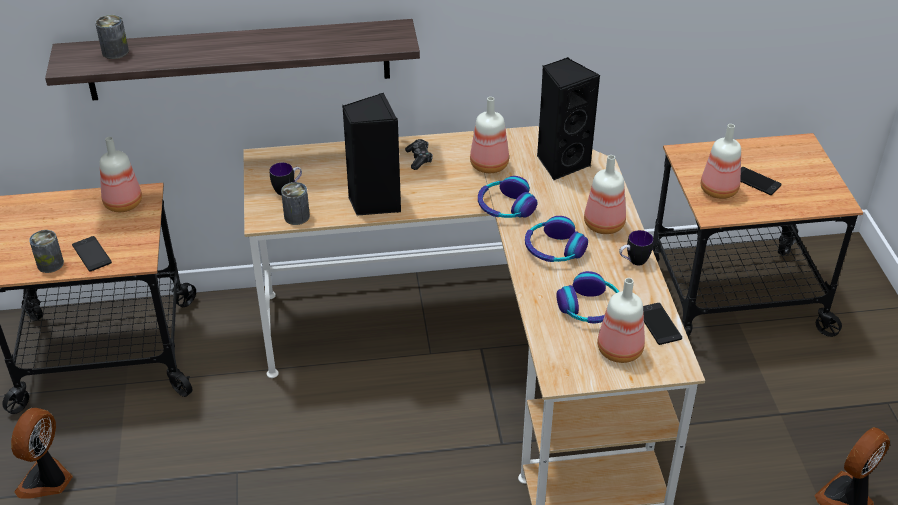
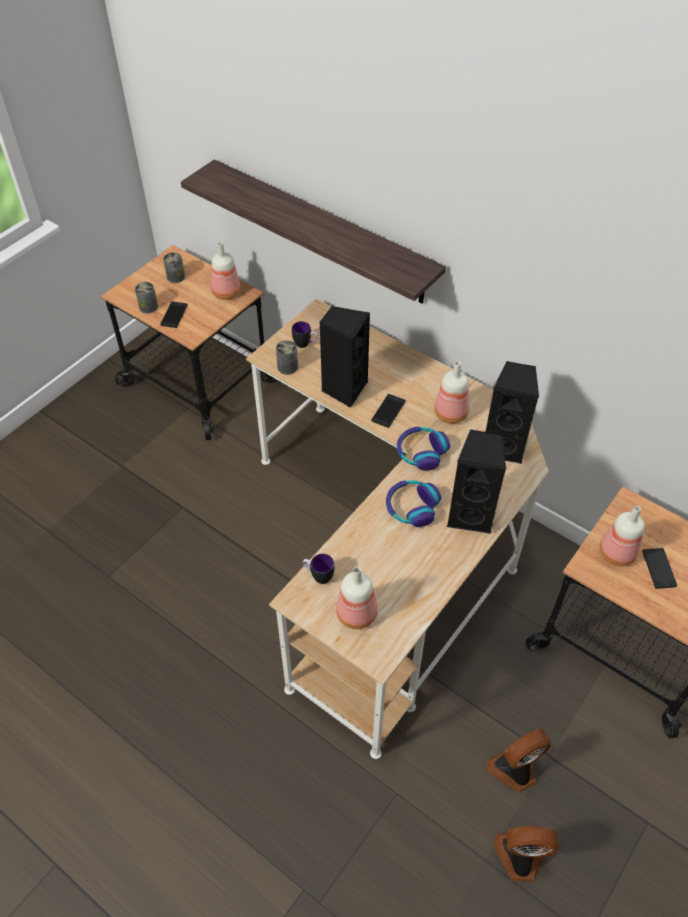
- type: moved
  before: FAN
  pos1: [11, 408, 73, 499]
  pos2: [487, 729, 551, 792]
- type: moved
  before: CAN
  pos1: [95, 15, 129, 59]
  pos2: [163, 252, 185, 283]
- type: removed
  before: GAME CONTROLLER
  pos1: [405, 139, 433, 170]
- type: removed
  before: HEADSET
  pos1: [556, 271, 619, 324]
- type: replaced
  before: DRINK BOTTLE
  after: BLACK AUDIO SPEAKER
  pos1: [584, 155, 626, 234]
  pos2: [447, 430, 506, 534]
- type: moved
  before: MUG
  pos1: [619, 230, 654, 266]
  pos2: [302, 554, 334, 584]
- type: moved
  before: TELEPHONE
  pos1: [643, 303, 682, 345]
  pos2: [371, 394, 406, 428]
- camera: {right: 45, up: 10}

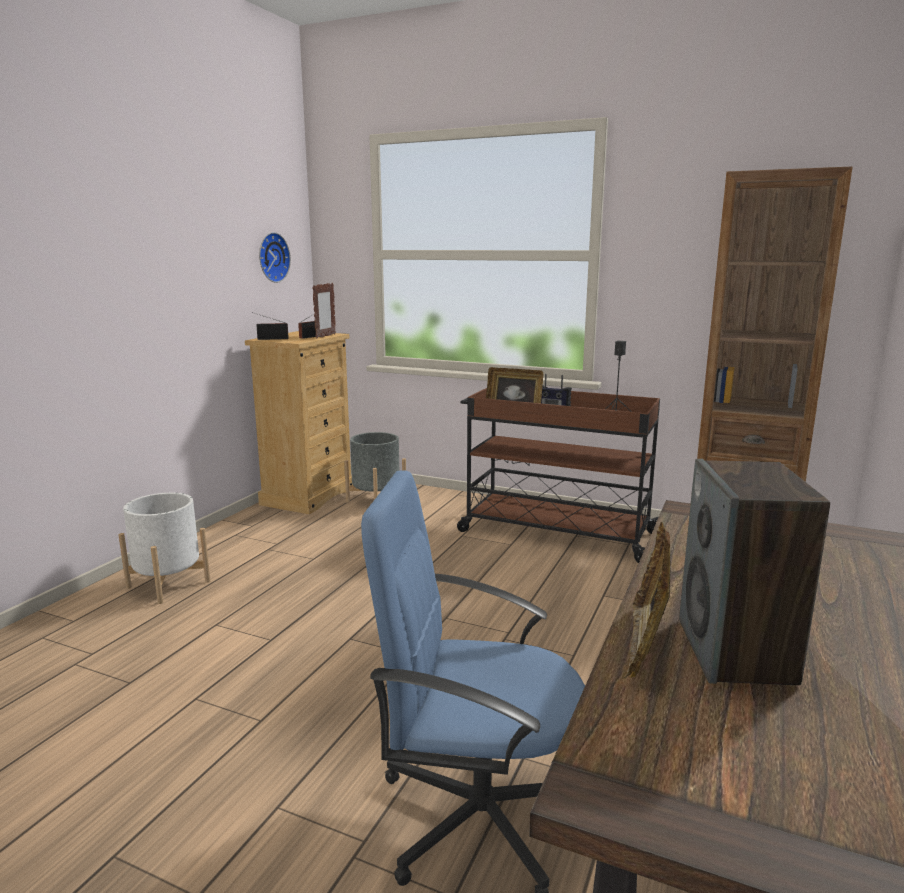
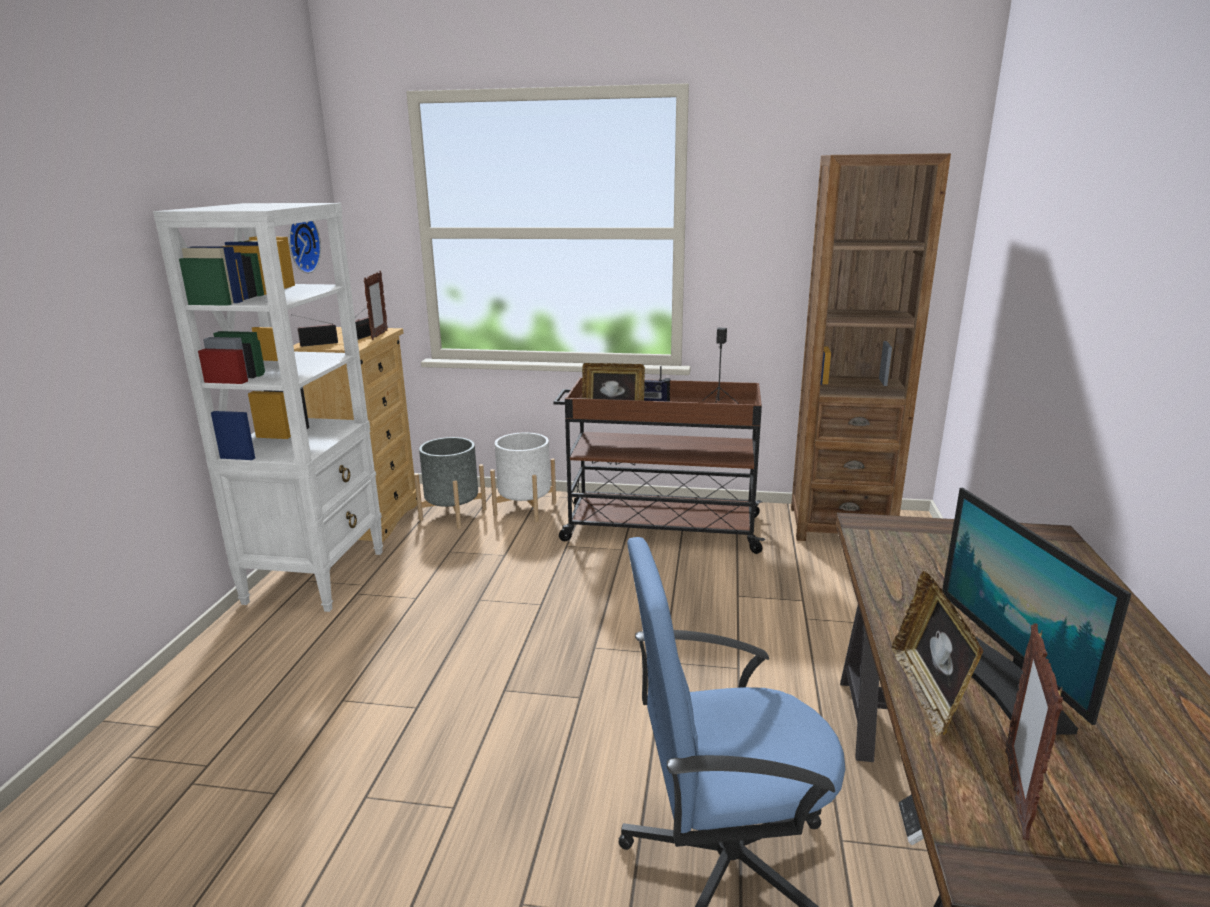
- type: moved
  before: WHITE-COLOURED PLANTER
  pos1: [118, 493, 211, 604]
  pos2: [490, 432, 556, 522]
- type: replaced
  before: AUDIO SPEAKER
  after: COMPUTER DISPLAY
  pos1: [679, 459, 830, 685]
  pos2: [942, 488, 1131, 735]
- type: added
  after: WHITE-COLOURED BOOKCASE
  pos2: [153, 203, 383, 612]
- type: added
  after: PHOTO FRAME
  pos2: [1005, 623, 1063, 840]
- camera: {right: -15, up: 5}

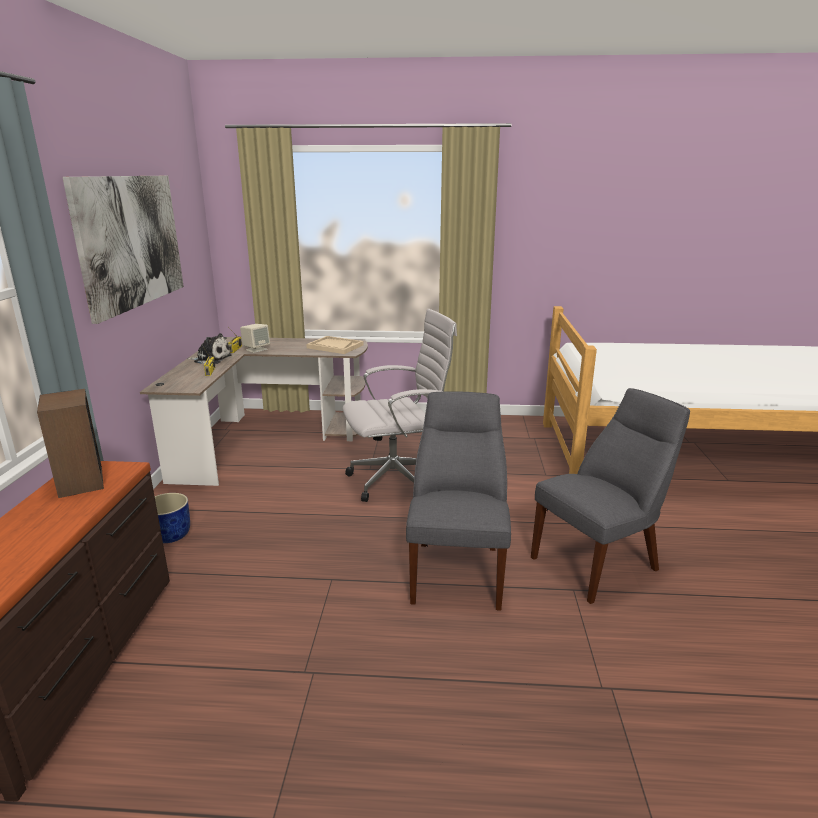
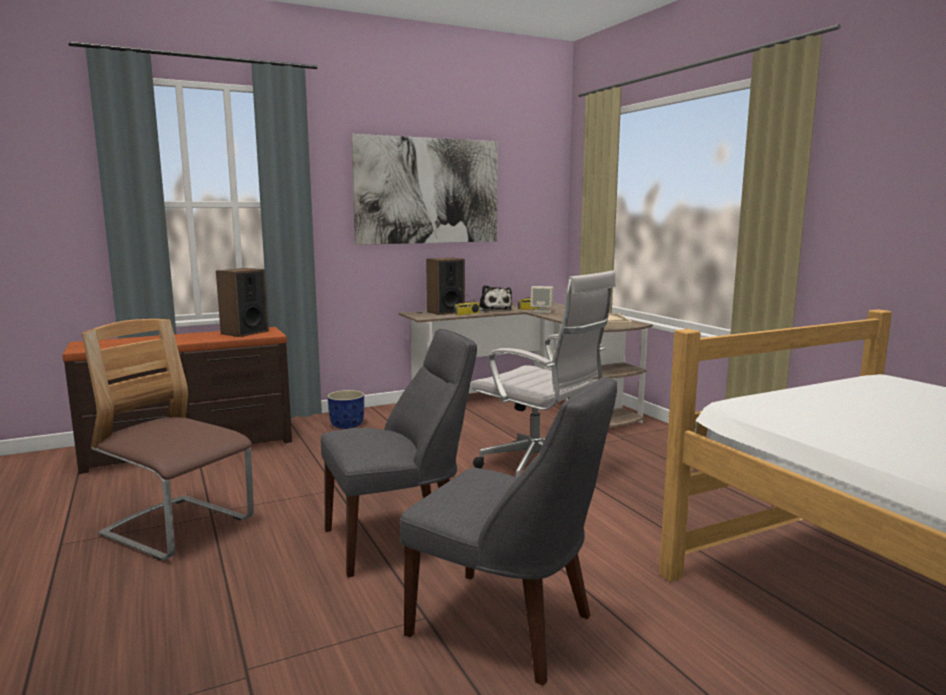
- type: added
  after: UPRIGHT CHAIR
  pos2: [82, 319, 254, 560]
- type: added
  after: AUDIO SPEAKER
  pos2: [426, 258, 465, 315]
- camera: {right: 60, up: -10}

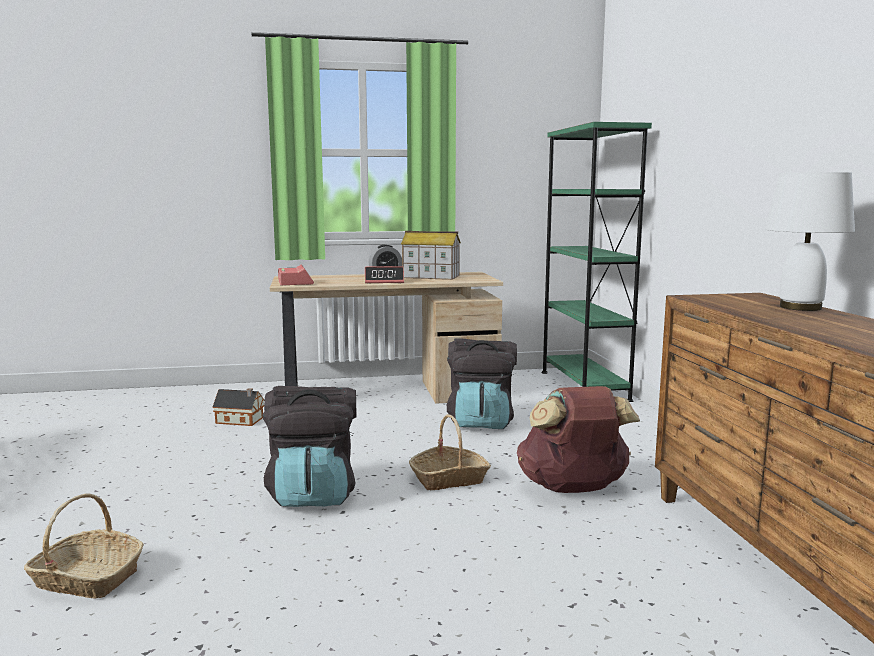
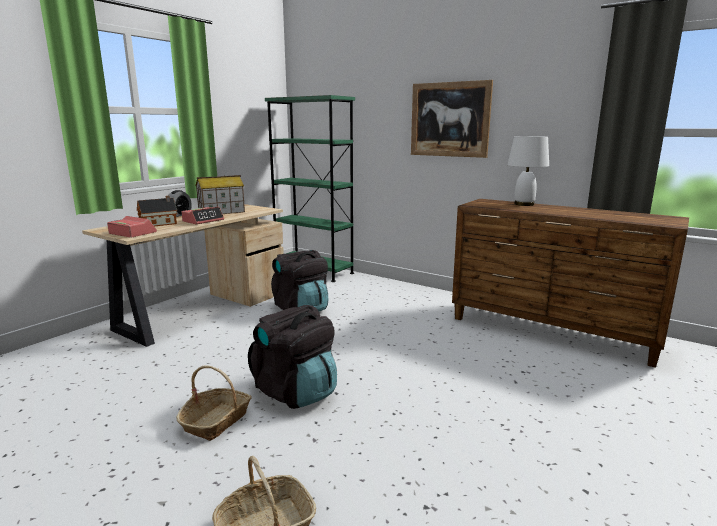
- type: moved
  before: MINIATURE HOUSE
  pos1: [212, 388, 264, 426]
  pos2: [137, 196, 177, 227]
- type: moved
  before: BASKET
  pos1: [409, 414, 491, 490]
  pos2: [176, 365, 252, 441]
- type: removed
  before: BROWN-COLOURED BACKPACK
  pos1: [517, 386, 640, 493]
- type: added
  after: WALL PICTURE
  pos2: [411, 80, 493, 158]
- camera: {right: -45, up: 5}

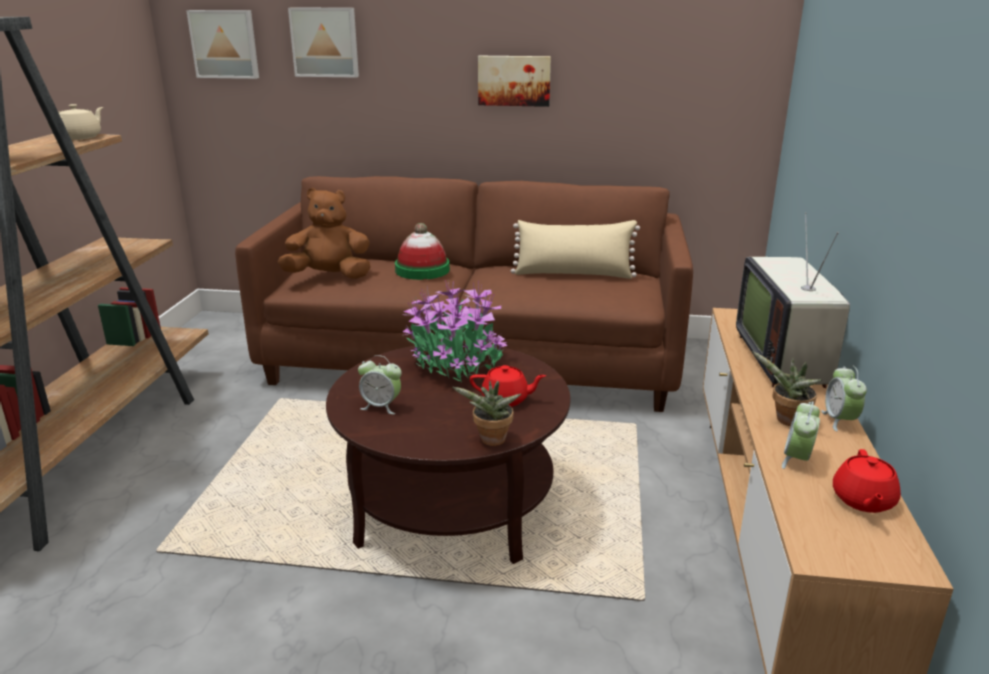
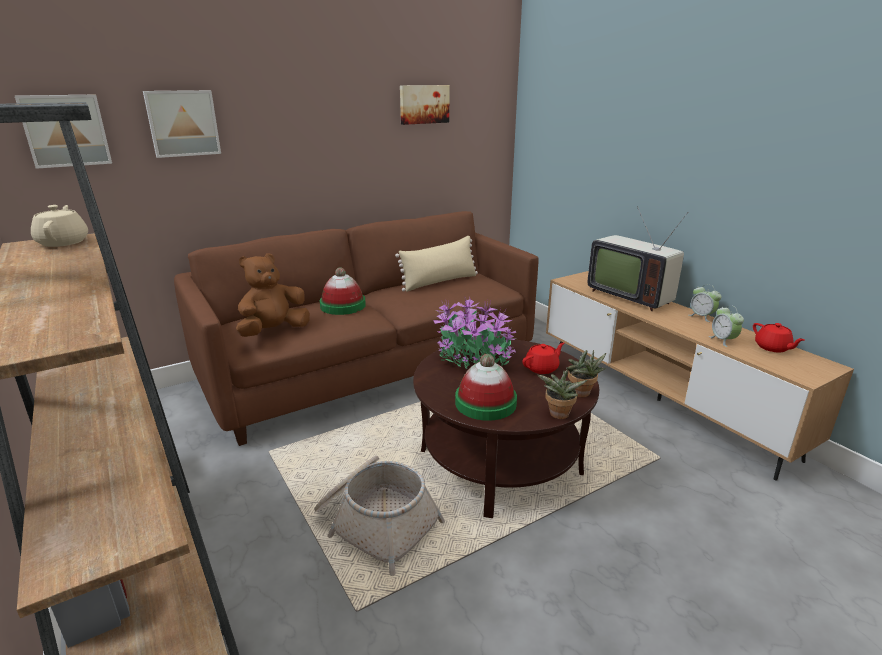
- type: replaced
  before: ALARM CLOCK
  after: HAT
  pos1: [358, 355, 402, 414]
  pos2: [455, 354, 517, 421]
- type: moved
  before: WALL PICTURE
  pos1: [478, 56, 551, 107]
  pos2: [400, 85, 449, 125]
- type: moved
  before: POTTED PLANT
  pos1: [752, 351, 822, 426]
  pos2: [537, 370, 587, 419]
- type: added
  after: BASKET
  pos2: [314, 456, 445, 576]
- camera: {right: -40, up: 0}

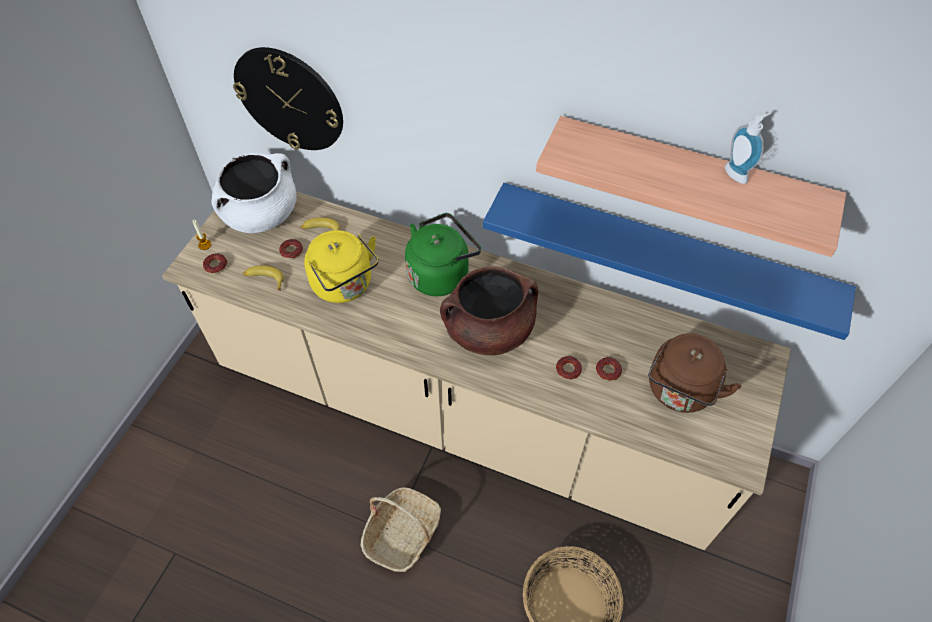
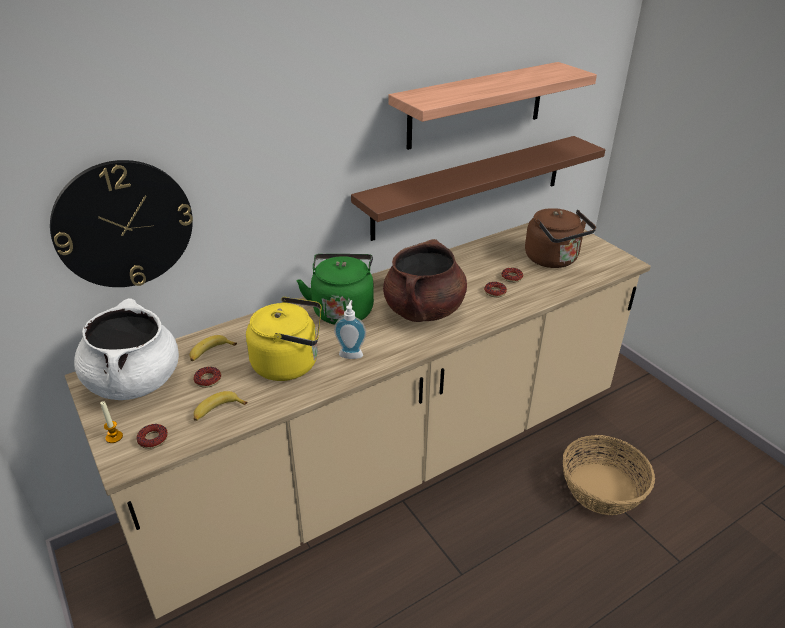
- type: removed
  before: BASKET
  pos1: [361, 487, 441, 572]
- type: recoloured
  before: BLUE-COLOURED WALL SHELF
  after: BROWN-COLOURED WALL SHELF
  pos1: [483, 183, 856, 340]
  pos2: [351, 136, 605, 241]
- type: moved
  before: SOAP DISPENSER
  pos1: [725, 113, 772, 184]
  pos2: [334, 300, 366, 359]
- camera: {right: -55, up: -20}

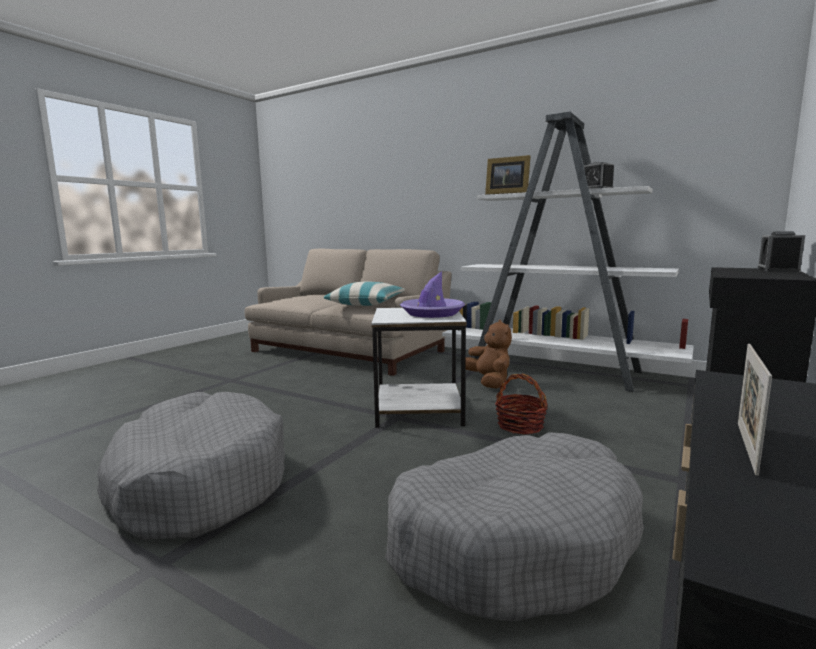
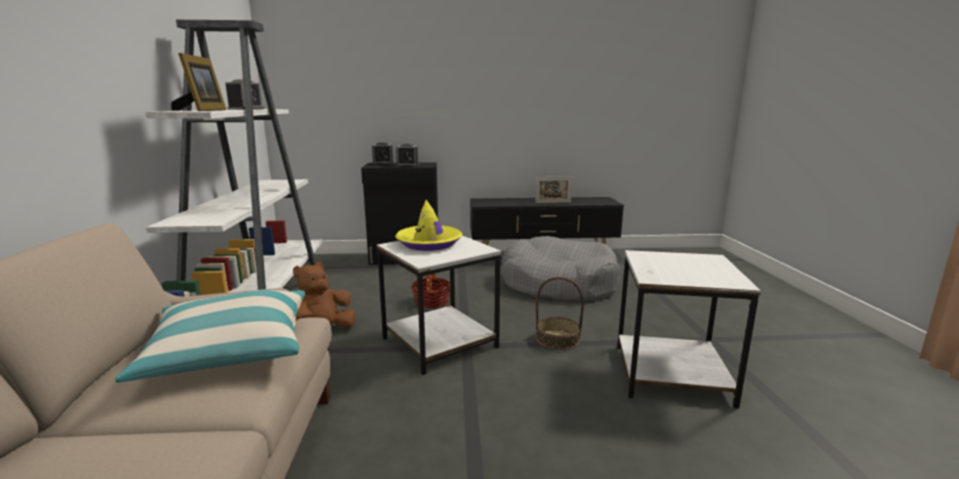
- type: replaced
  before: GRAY DOG CUSHION
  after: WHITE-COLOURED SIDE TABLE
  pos1: [97, 392, 285, 540]
  pos2: [617, 250, 761, 409]
- type: recoloured
  before: PURPLE-COLOURED HAT
  after: YELLOW HAT
  pos1: [400, 271, 465, 318]
  pos2: [395, 200, 462, 251]
- type: added
  after: ALARM CLOCK
  pos2: [396, 144, 419, 167]
- type: added
  after: BASKET
  pos2: [536, 277, 584, 350]
- camera: {right: -125, up: 5}

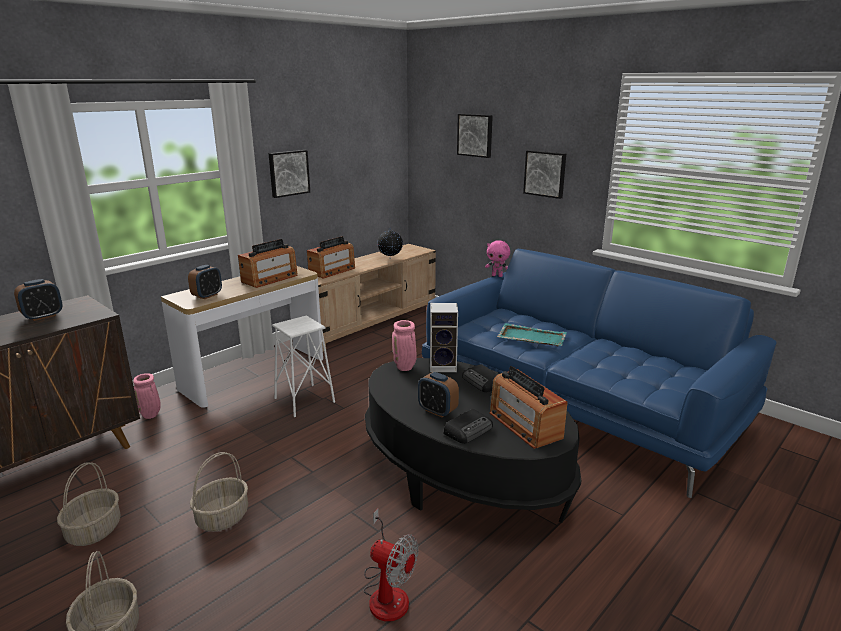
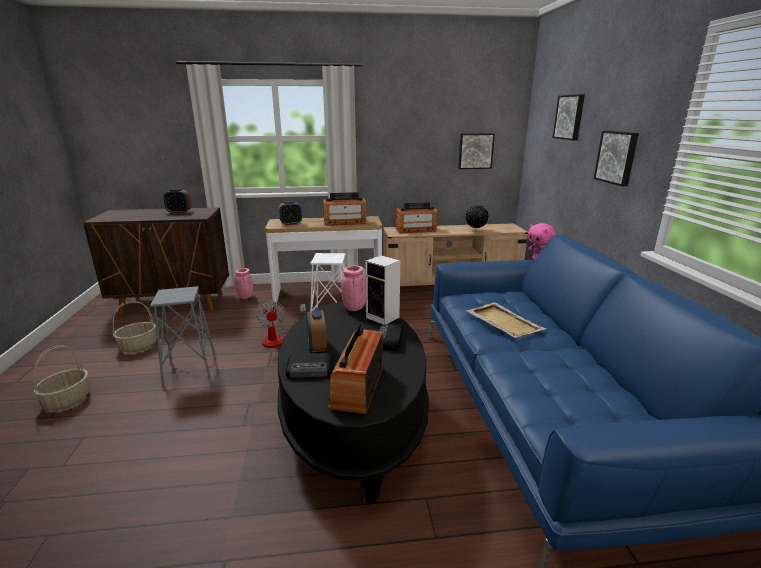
- type: replaced
  before: BASKET
  after: GRAY STOOL SEAT
  pos1: [190, 452, 248, 531]
  pos2: [150, 286, 216, 385]
- type: moved
  before: WALL PICTURE
  pos1: [268, 150, 310, 198]
  pos2: [458, 133, 495, 169]
- type: moved
  before: FAN
  pos1: [364, 509, 418, 621]
  pos2: [256, 301, 306, 348]
- type: recoloured
  before: TURQUOISE CARRYING TRAY
  after: BEIGE-COLOURED CARRYING TRAY
  pos1: [497, 323, 567, 346]
  pos2: [466, 303, 546, 338]
- camera: {right: 40, up: 0}

